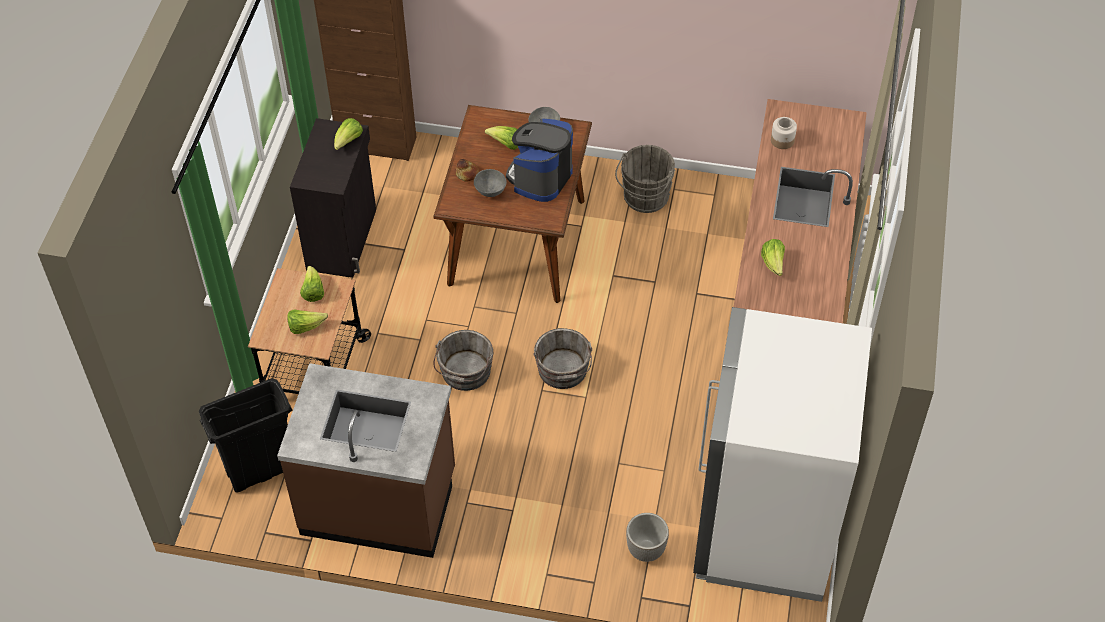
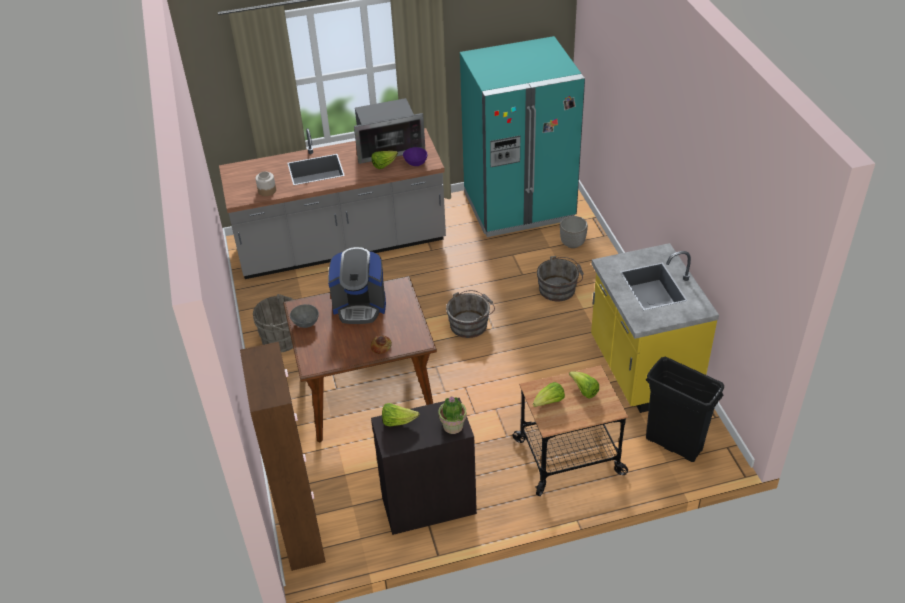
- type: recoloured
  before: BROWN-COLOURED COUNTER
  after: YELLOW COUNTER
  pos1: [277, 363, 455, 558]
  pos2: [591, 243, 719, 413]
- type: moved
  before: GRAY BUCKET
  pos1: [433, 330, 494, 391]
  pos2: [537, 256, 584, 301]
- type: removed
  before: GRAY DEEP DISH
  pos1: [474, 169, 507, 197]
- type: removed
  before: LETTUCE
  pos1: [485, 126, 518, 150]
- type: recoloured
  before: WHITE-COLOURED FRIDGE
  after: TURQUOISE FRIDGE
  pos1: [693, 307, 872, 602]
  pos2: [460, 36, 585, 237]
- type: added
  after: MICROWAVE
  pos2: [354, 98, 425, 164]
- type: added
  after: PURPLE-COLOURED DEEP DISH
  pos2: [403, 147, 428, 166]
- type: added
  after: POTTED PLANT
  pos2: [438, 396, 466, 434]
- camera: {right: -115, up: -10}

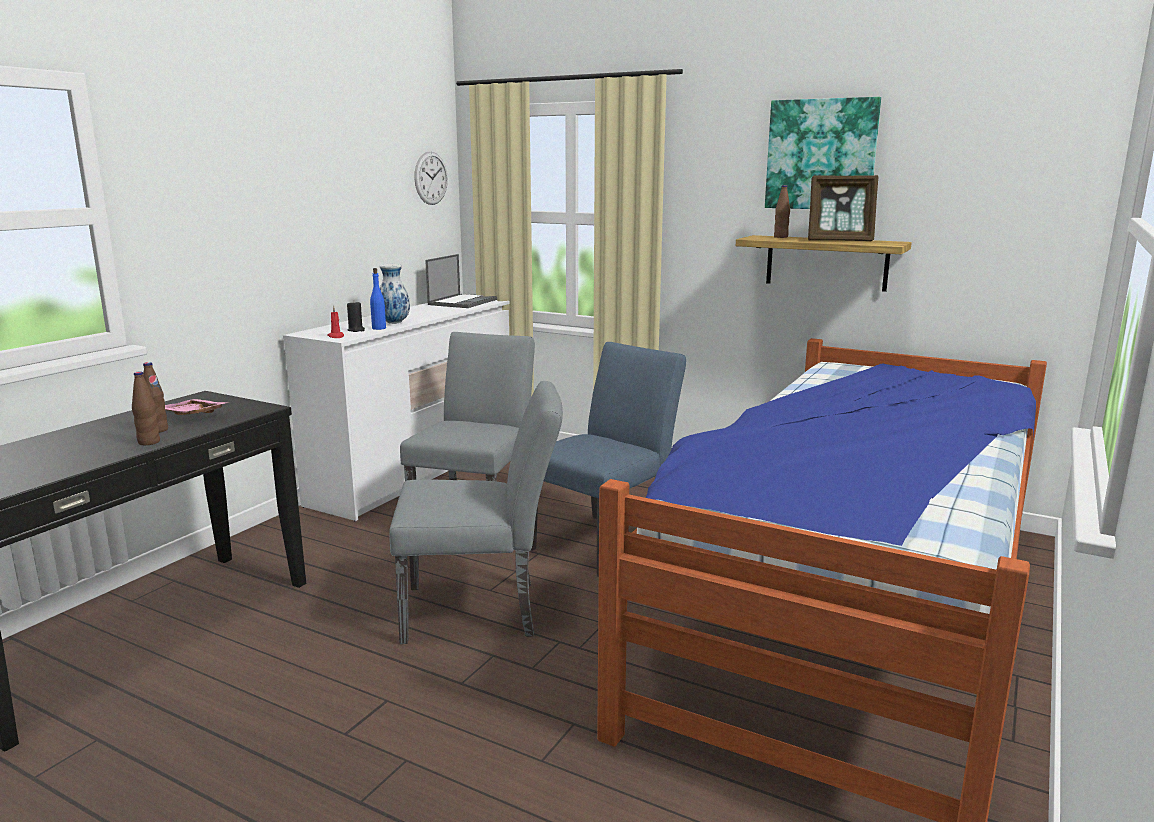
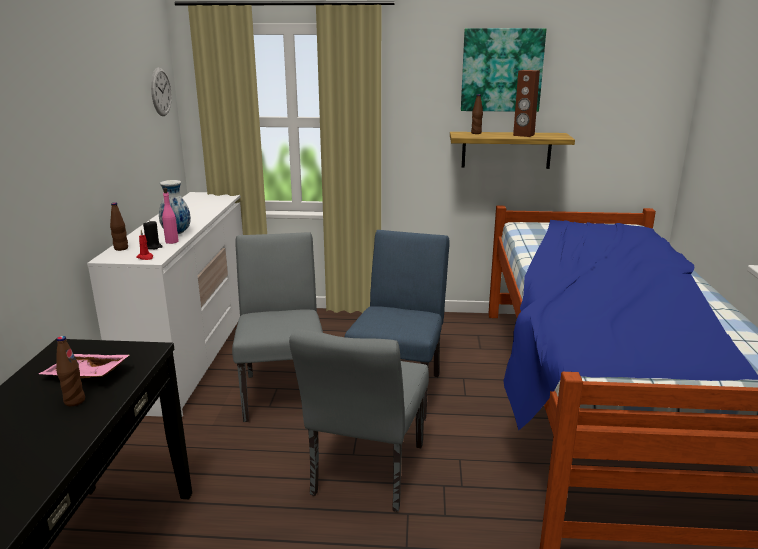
- type: moved
  before: BROWN-COLOURED DRINK BOTTLE
  pos1: [132, 371, 160, 445]
  pos2: [110, 202, 128, 251]
- type: recoloured
  before: BLUE-COLOURED DRINK BOTTLE
  after: PINK DRINK BOTTLE
  pos1: [370, 268, 386, 330]
  pos2: [162, 188, 179, 244]
- type: turned
  before: GRAY UPRIGHT CHAIR
  pos1: [389, 381, 563, 644]
  pos2: [289, 328, 429, 512]
  turn: 135
- type: removed
  before: NOTEBOOK COMPUTER
  pos1: [425, 254, 497, 308]
- type: replaced
  before: PHOTO FRAME
  after: BROWN-COLOURED AUDIO SPEAKER
  pos1: [808, 175, 878, 241]
  pos2: [513, 70, 540, 137]
- camera: {right: -25, up: 5}

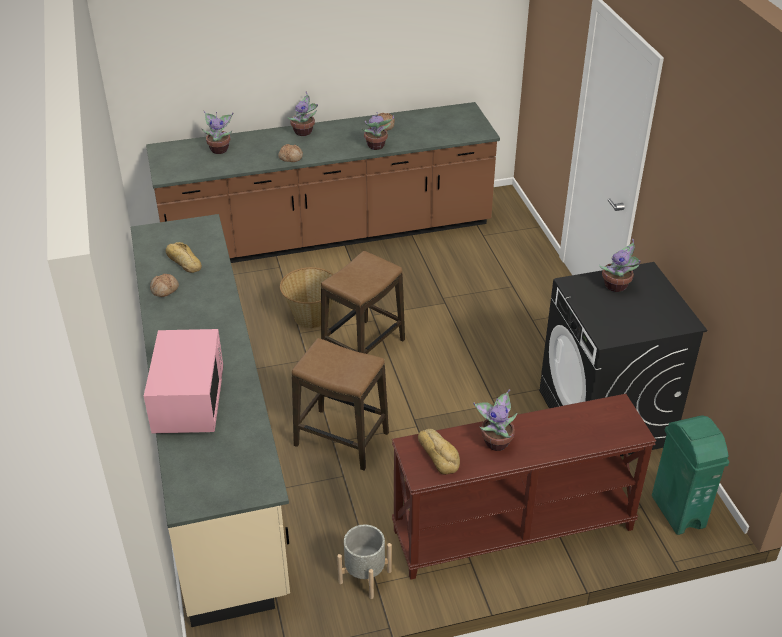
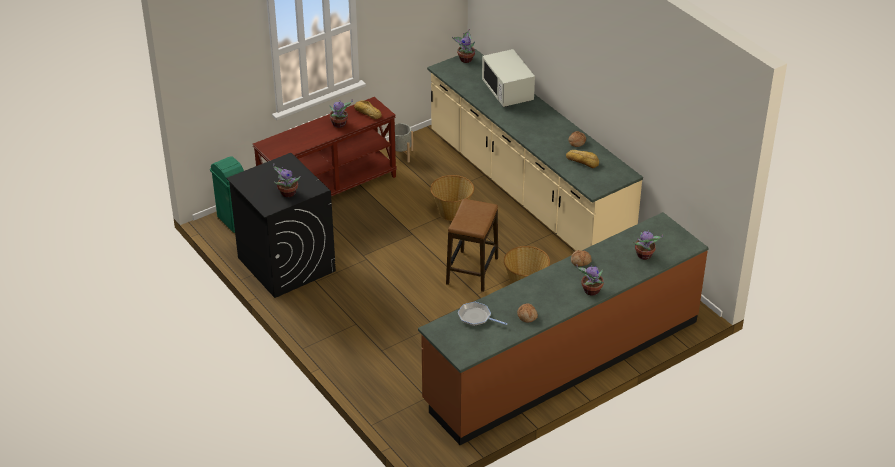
- type: recoloured
  before: PINK MICROWAVE
  after: WHITE-COLOURED MICROWAVE
  pos1: [144, 329, 223, 434]
  pos2: [482, 49, 535, 107]
- type: replaced
  before: STOOL SEAT
  after: BASKET
  pos1: [292, 338, 389, 471]
  pos2: [431, 175, 474, 221]
- type: moved
  before: POTTED PLANT
  pos1: [361, 112, 394, 150]
  pos2: [452, 29, 475, 63]
- type: added
  after: FRYING PAN
  pos2: [458, 302, 507, 326]
- camera: {right: 160, up: 0}

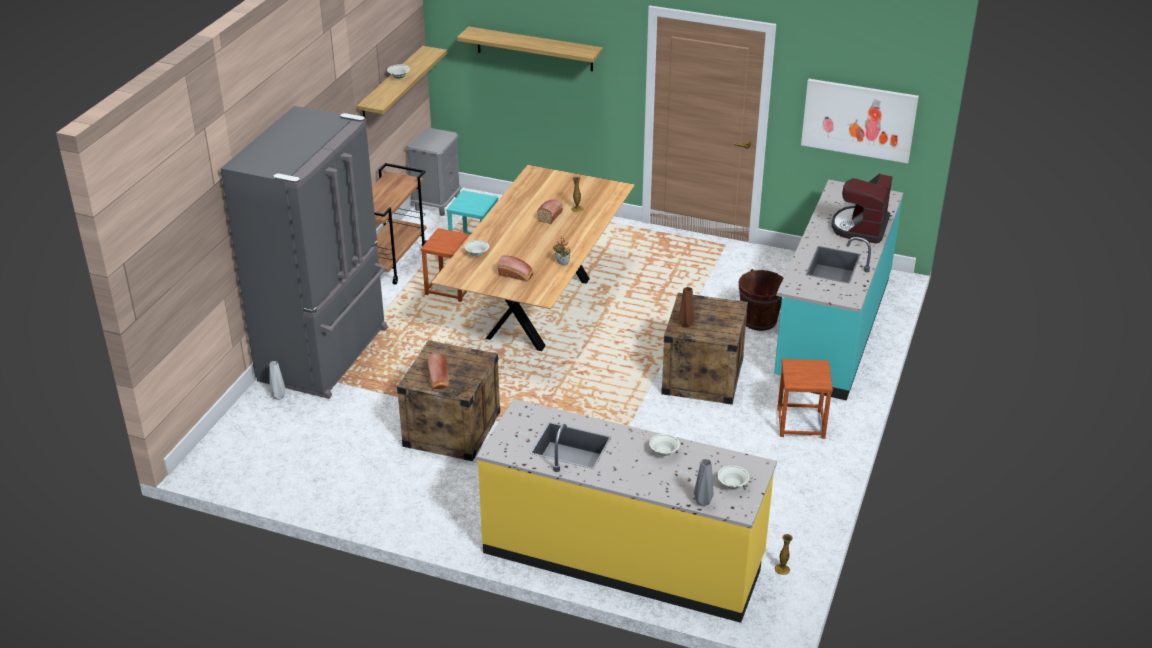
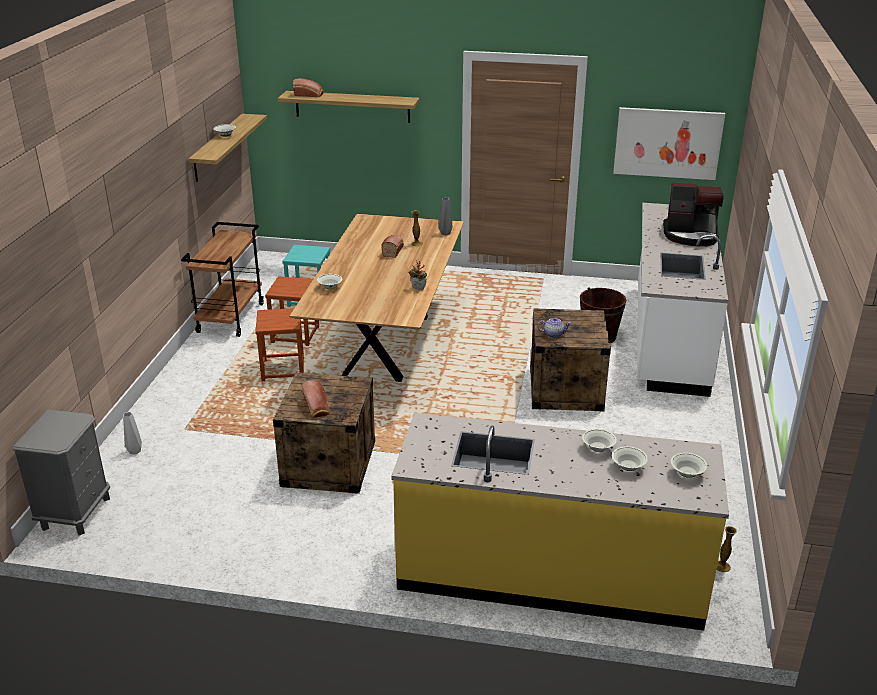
- type: removed
  before: GRAY FRIDGE
  pos1: [220, 106, 388, 399]
- type: moved
  before: GRAY BEDSIDE TABLE
  pos1: [407, 127, 462, 216]
  pos2: [13, 410, 110, 536]
- type: moved
  before: BREAD
  pos1: [498, 255, 533, 281]
  pos2: [293, 78, 323, 97]
- type: replaced
  before: BROWN-COLOURED FLOWER VASE
  after: POT FOR TEA
  pos1: [679, 287, 694, 327]
  pos2: [538, 318, 571, 338]
- type: moved
  before: GRAY FLOWER VASE
  pos1: [694, 459, 714, 507]
  pos2: [439, 197, 453, 236]
- type: recoloured
  before: TURQUOISE COUNTER
  after: WHITE-COLOURED COUNTER
  pos1: [774, 180, 903, 401]
  pos2: [637, 203, 728, 397]
- type: moved
  before: BROWN-COLOURED STOOL SEAT
  pos1: [777, 359, 833, 439]
  pos2: [255, 308, 304, 381]
- type: turned
  before: COFFEE BREWER
  pos1: [831, 173, 893, 243]
  pos2: [663, 183, 724, 246]
  turn: -90
- type: added
  after: WHITE-COLOURED DEEP DISH
  pos2: [612, 446, 648, 471]
- camera: {right: -10, up: -5}

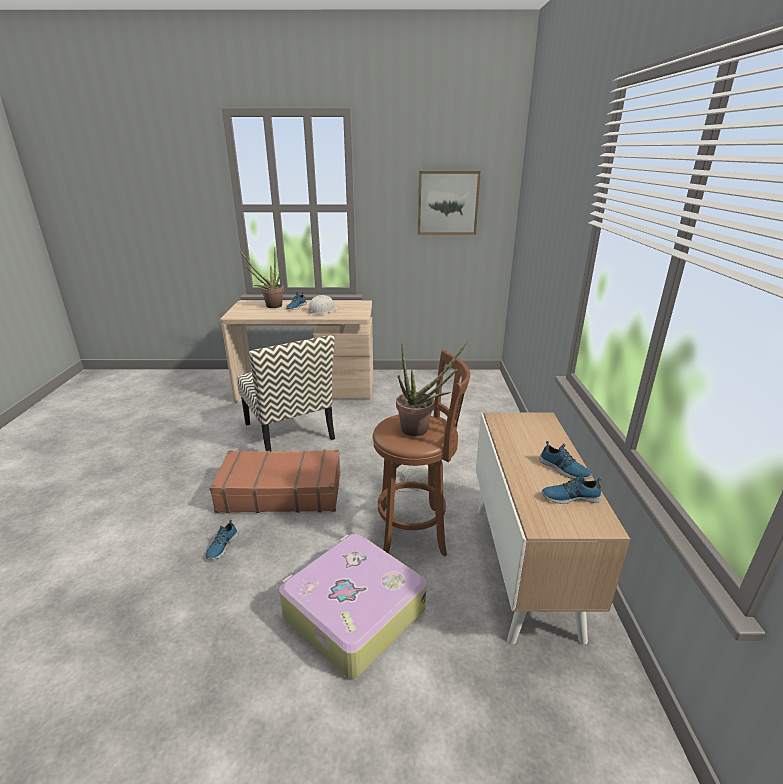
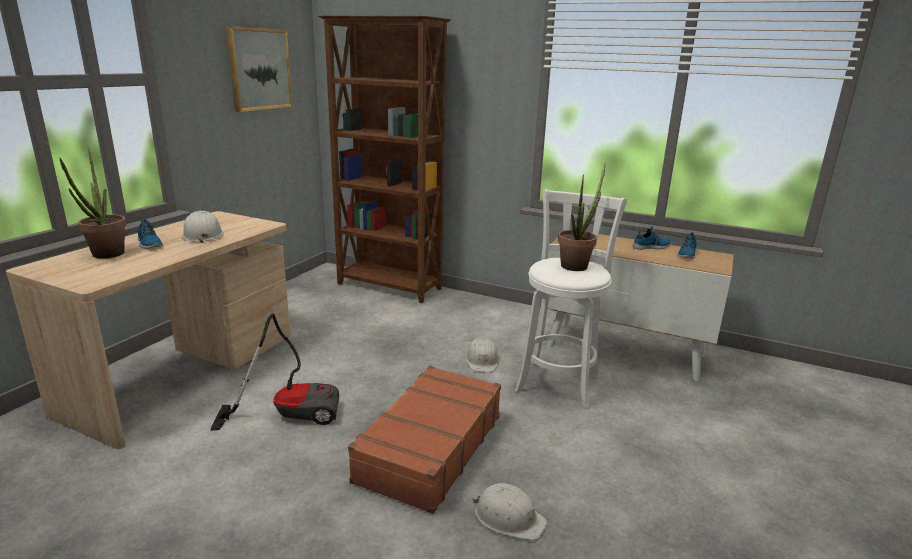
- type: replaced
  before: LOW SHOE
  after: WHITE-COLOURED HARD HAT
  pos1: [205, 520, 238, 560]
  pos2: [473, 483, 547, 541]
- type: replaced
  before: UPRIGHT CHAIR
  after: VACUUM CLEANER
  pos1: [237, 335, 335, 452]
  pos2: [211, 313, 339, 431]
- type: removed
  before: PIECE OF LUGGAGE
  pos1: [279, 534, 427, 678]
- type: recoloured
  before: BROWN-COLOURED STOOL SEAT
  after: WHITE-COLOURED STOOL SEAT
  pos1: [373, 350, 470, 557]
  pos2: [515, 189, 627, 409]
- type: added
  after: BROWN-COLOURED BOOKCASE
  pos2: [319, 15, 451, 303]
- camera: {right: -65, up: -5}

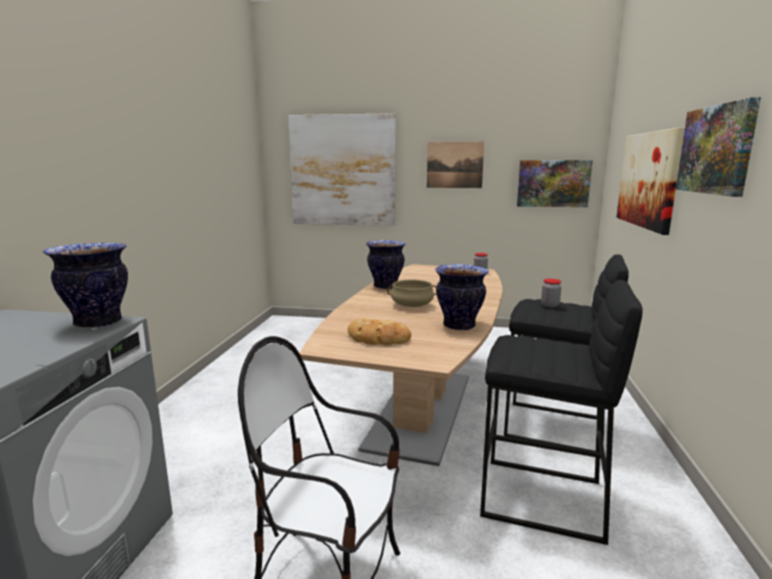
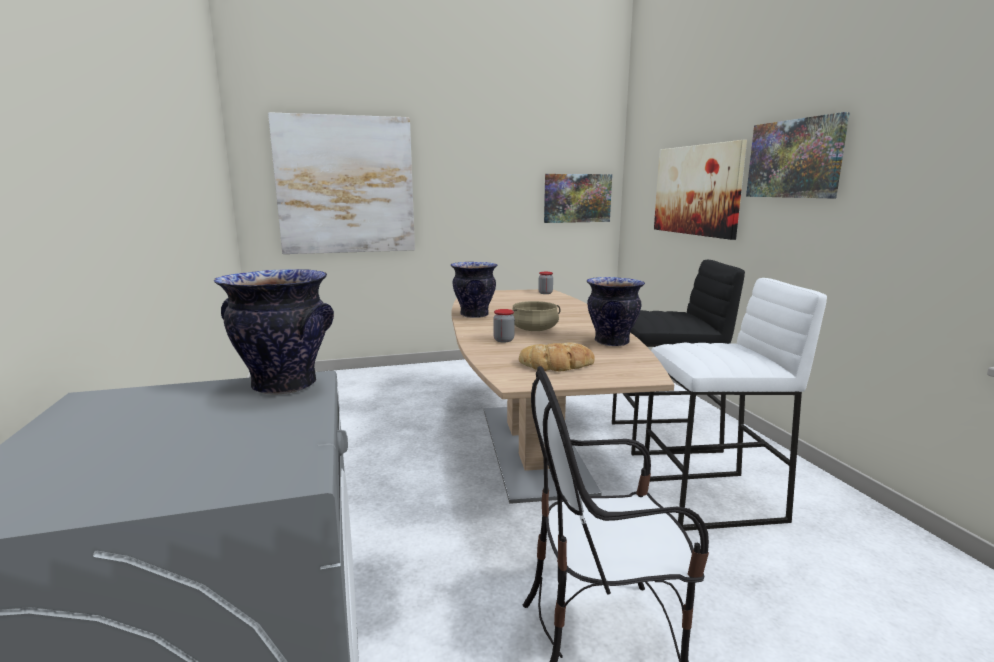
- type: removed
  before: WALL PICTURE
  pos1: [427, 142, 484, 188]
- type: recoloured
  before: BLACK STOOL SEAT
  after: WHITE-COLOURED STOOL SEAT
  pos1: [480, 280, 643, 545]
  pos2: [643, 278, 827, 531]
- type: moved
  before: PRESERVE JAR
  pos1: [541, 279, 561, 307]
  pos2: [493, 309, 515, 342]
- camera: {right: -25, up: 0}

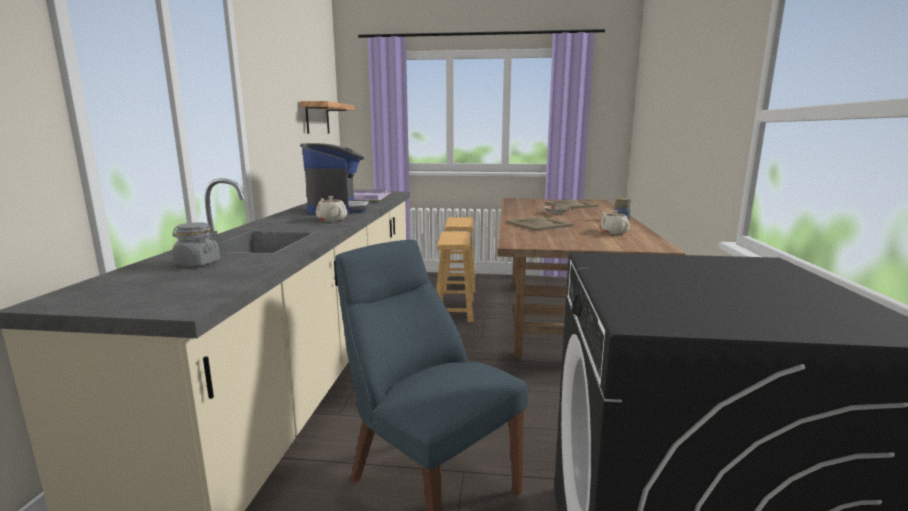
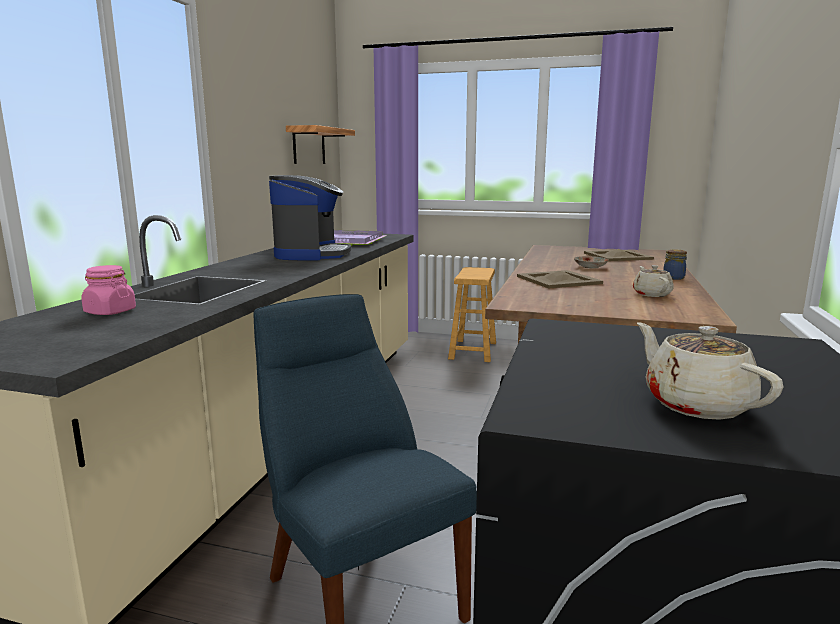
- type: recoloured
  before: GRAY PRESERVE JAR
  after: PINK PRESERVE JAR
  pos1: [172, 222, 220, 267]
  pos2: [81, 265, 136, 315]
- type: moved
  before: BEIGE-COLOURED POT FOR TEA
  pos1: [316, 196, 347, 222]
  pos2: [637, 322, 783, 420]
- type: removed
  before: BROWN-COLOURED STOOL SEAT
  pos1: [436, 232, 474, 322]
- camera: {right: 10, up: 0}

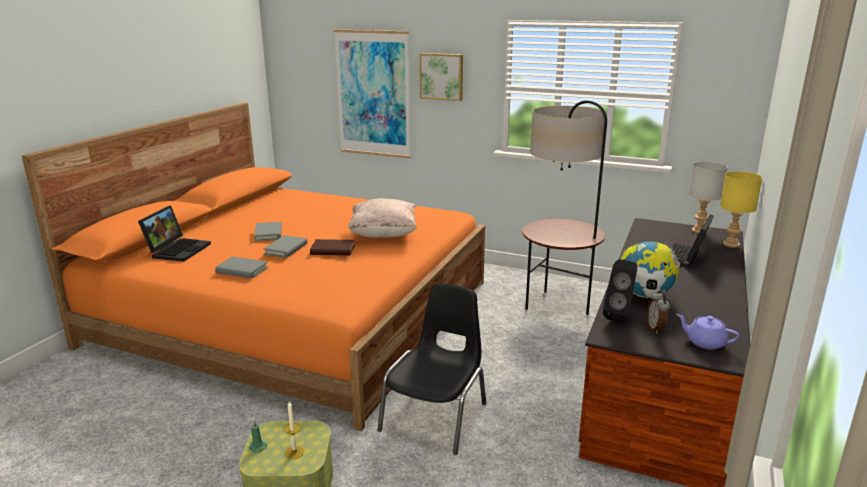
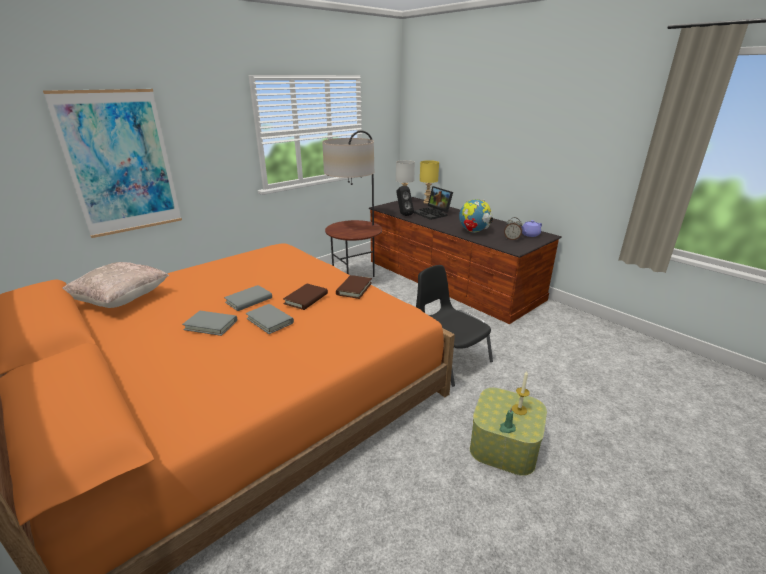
- type: removed
  before: NOTEBOOK COMPUTER
  pos1: [138, 205, 211, 262]
- type: moved
  before: GRAY BOOK
  pos1: [215, 256, 268, 278]
  pos2: [224, 285, 272, 311]
- type: moved
  before: BEIGE-COLOURED CUSHION
  pos1: [347, 199, 417, 237]
  pos2: [62, 262, 169, 308]
- type: removed
  before: WALL PICTURE
  pos1: [419, 53, 463, 101]
- type: moved
  before: BLACK AUDIO SPEAKER
  pos1: [603, 259, 637, 323]
  pos2: [396, 186, 414, 216]
- type: added
  after: BROWN-COLOURED BOOK
  pos2: [336, 275, 372, 299]
- camera: {right: -65, up: 5}

